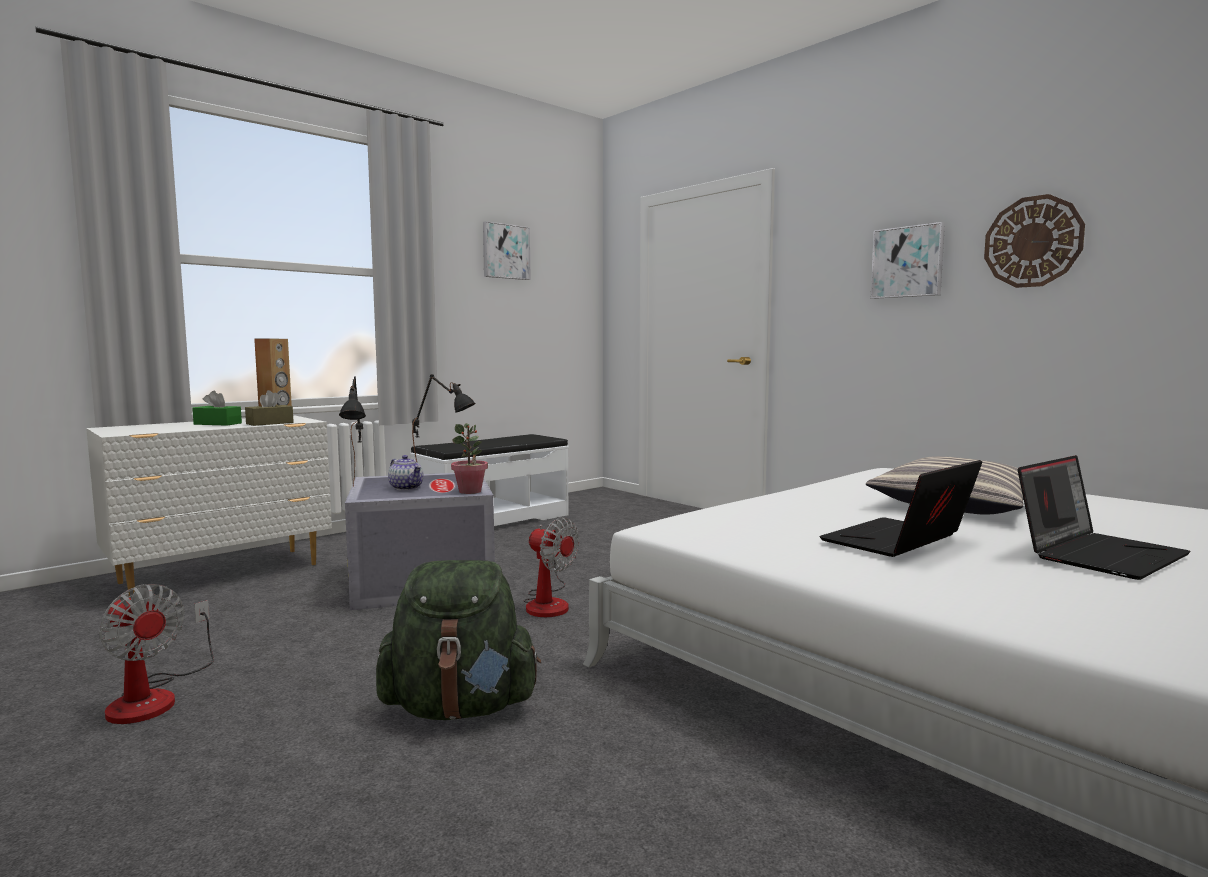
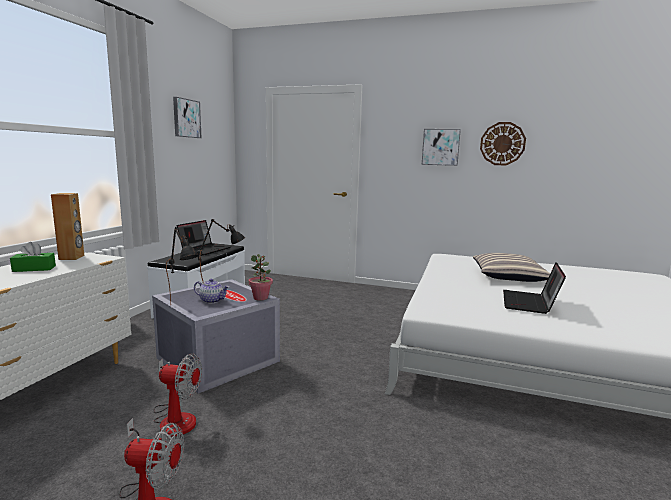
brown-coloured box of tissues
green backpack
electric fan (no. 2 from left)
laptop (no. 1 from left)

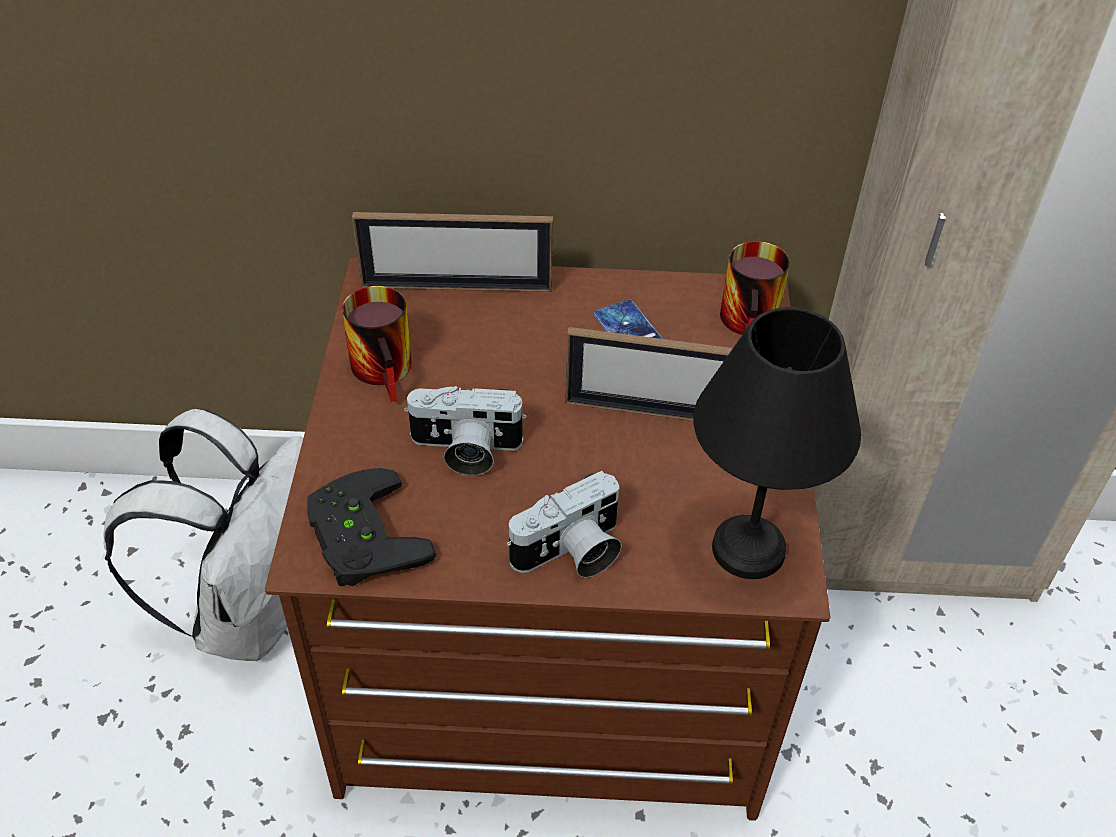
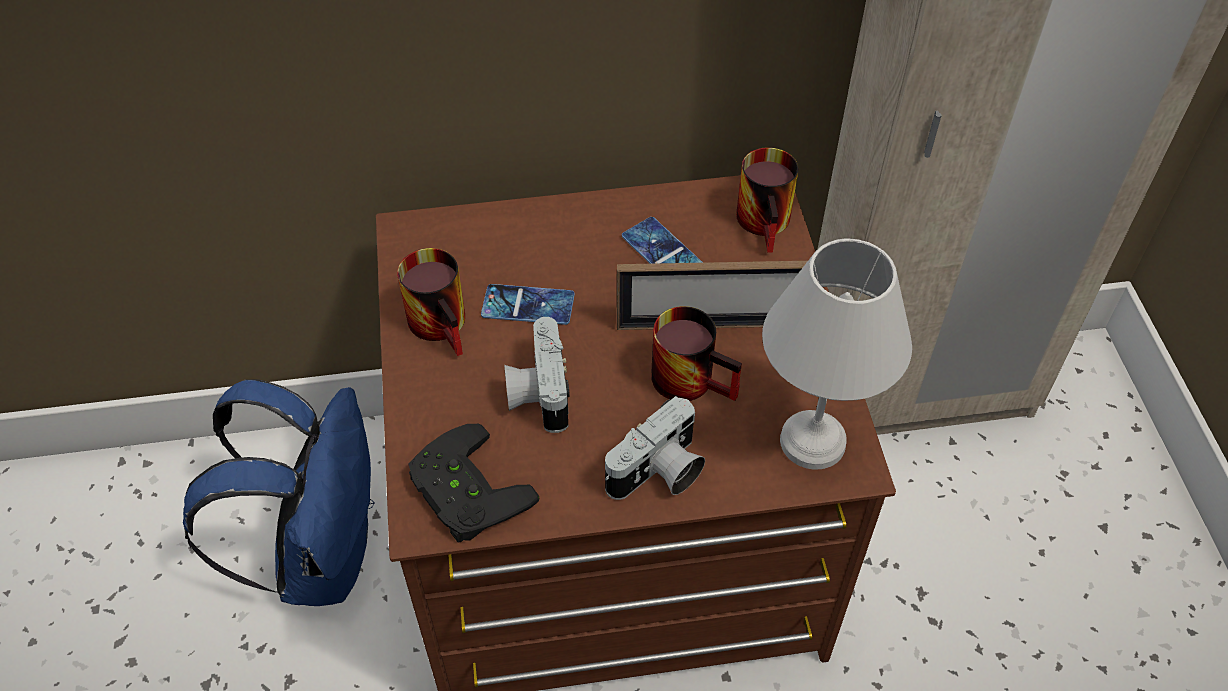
blue backpack
picture frame (no. 1 from left in the first image)
still camera (no. 1 from left)
white-coloured table lamp
telephone (no. 1 from left)
coffee mug (no. 2 from left)

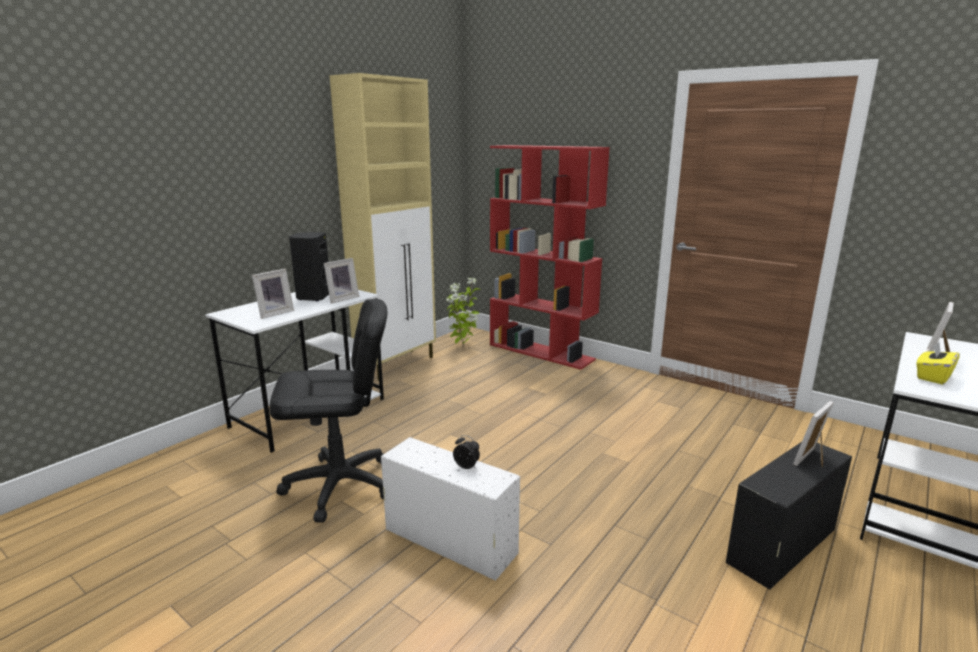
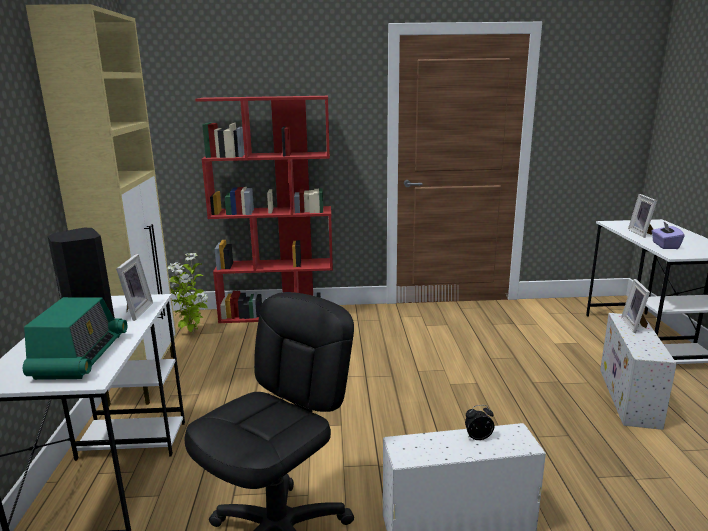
radio receiver
white-coloured storage container (no. 2 from left)
purple-coloured box of tissues

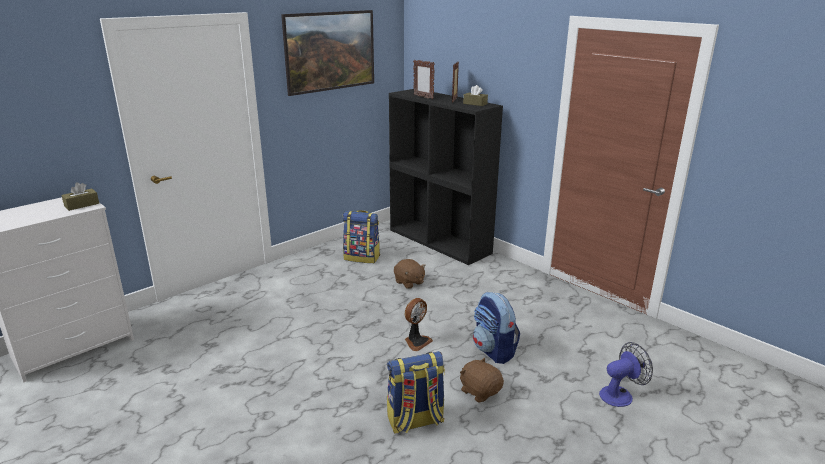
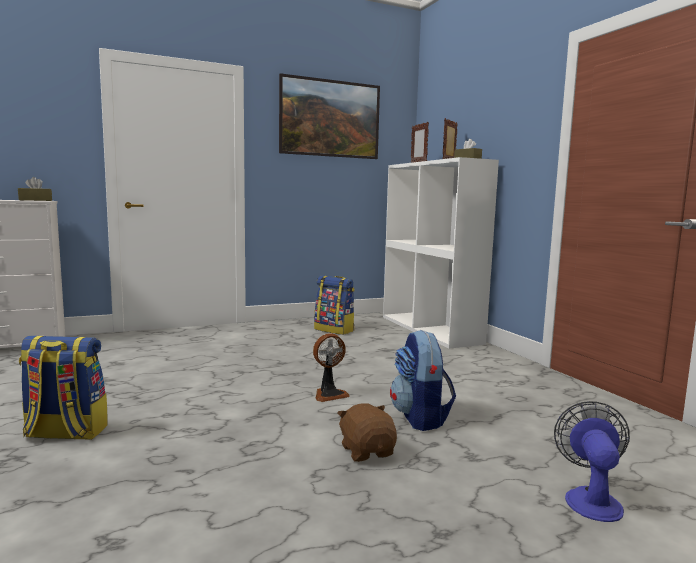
backpack (no. 1 from left)
white-coloured bookcase
brown-coloured plush toy (no. 1 from left in the first image)
electric fan (no. 2 from left)

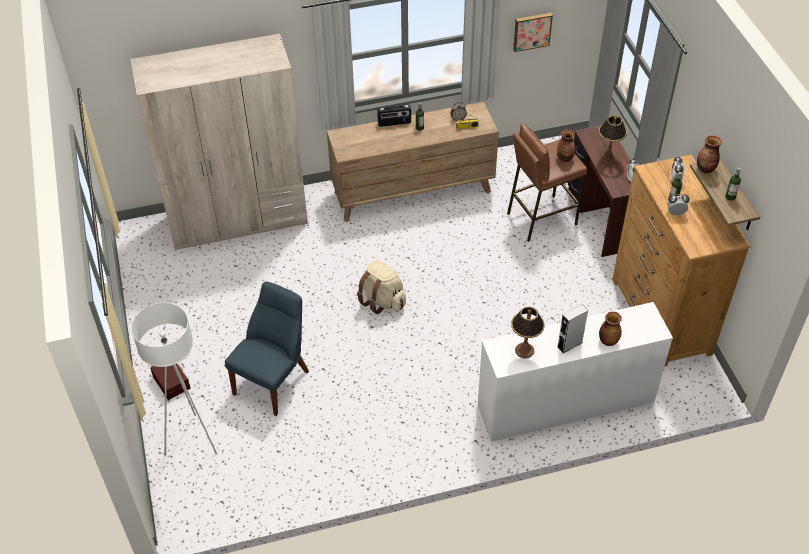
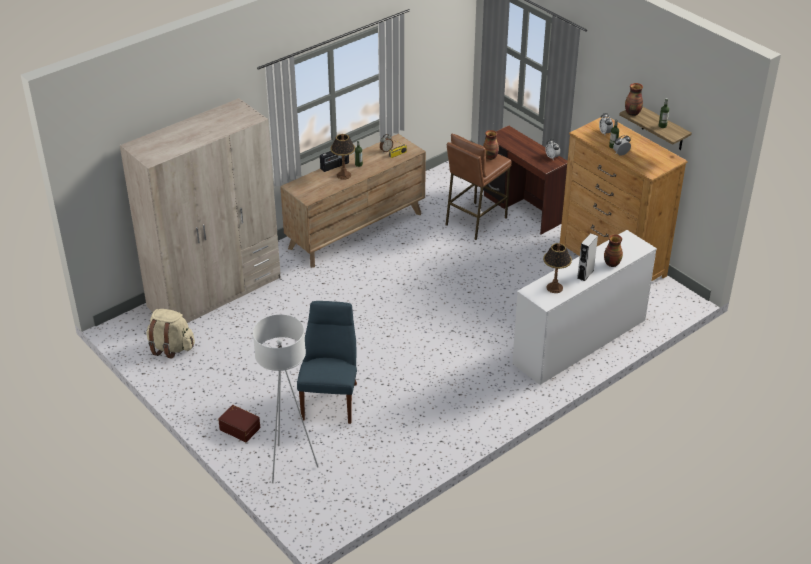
sand-coloured backpack
wall art
table lamp (no. 1 from left)

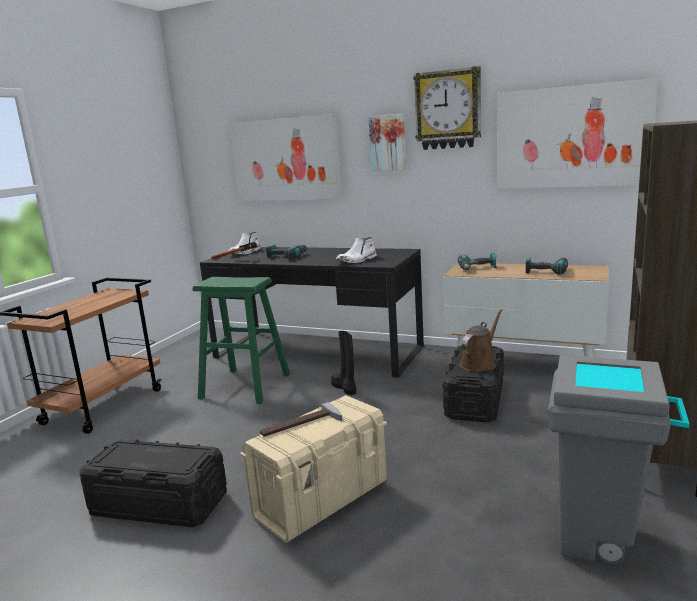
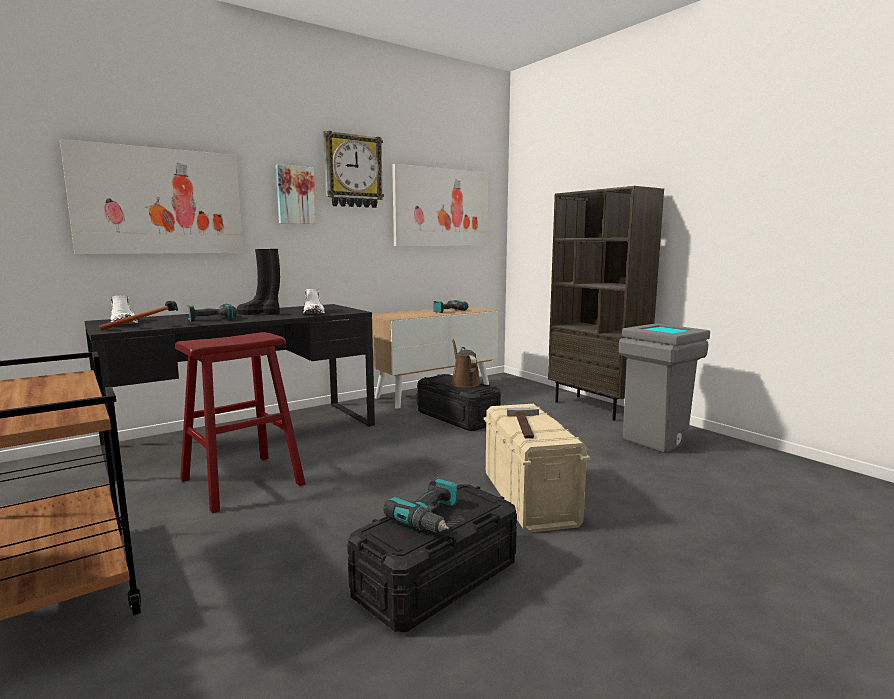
red stool seat
black-coloured high-top boot
power drill (no. 2 from left)

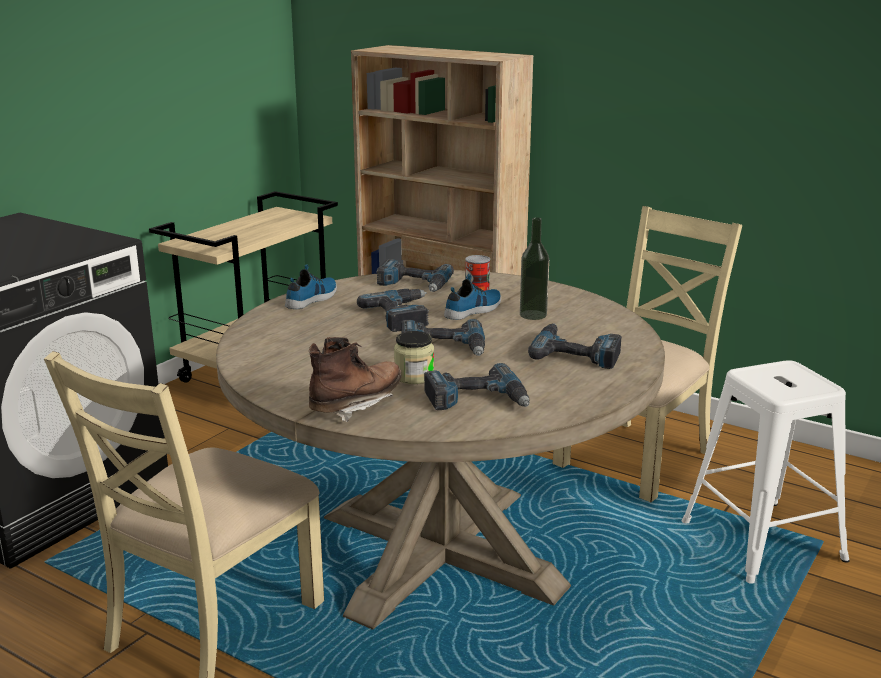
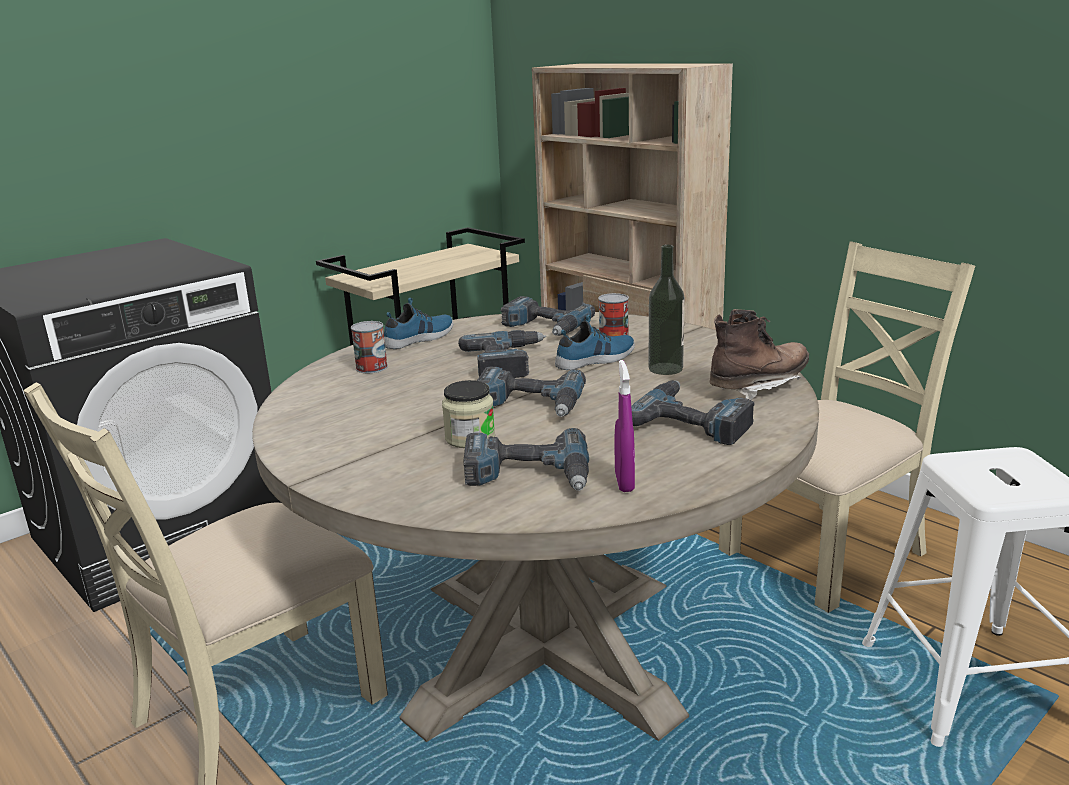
brown-coloured high-top boot
sealed can (no. 1 from left)
purple-coloured spray bottle

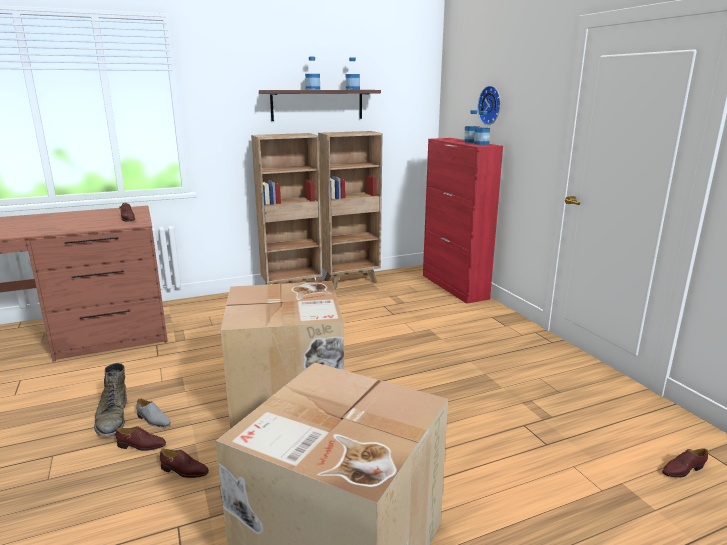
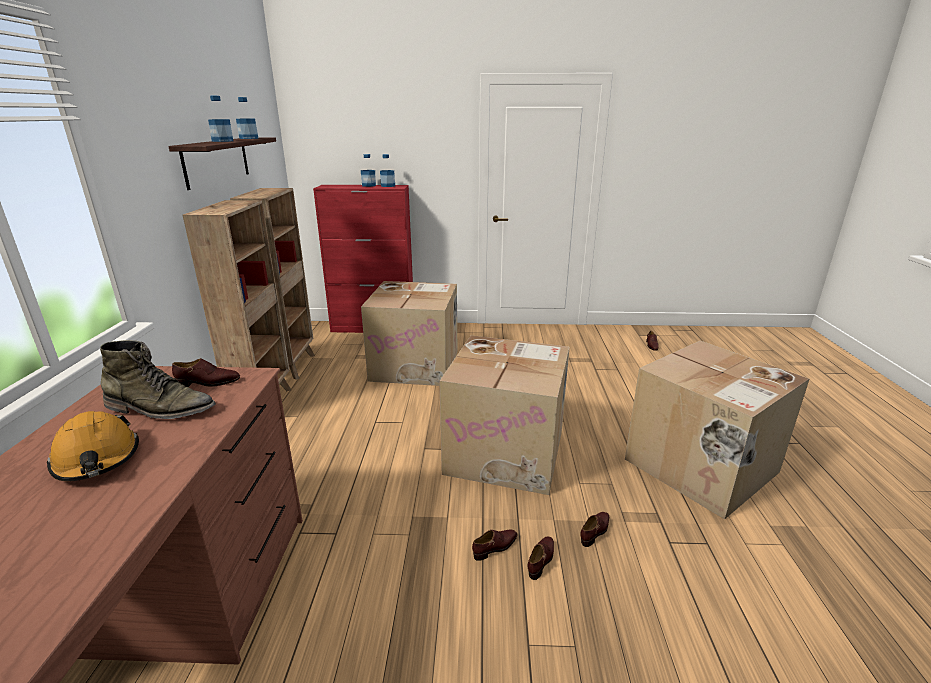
green high-top boot
brown-coloured item of footwear (no. 2 from left)
wall clock
orange-coloured work helmet
carton (no. 1 from left)

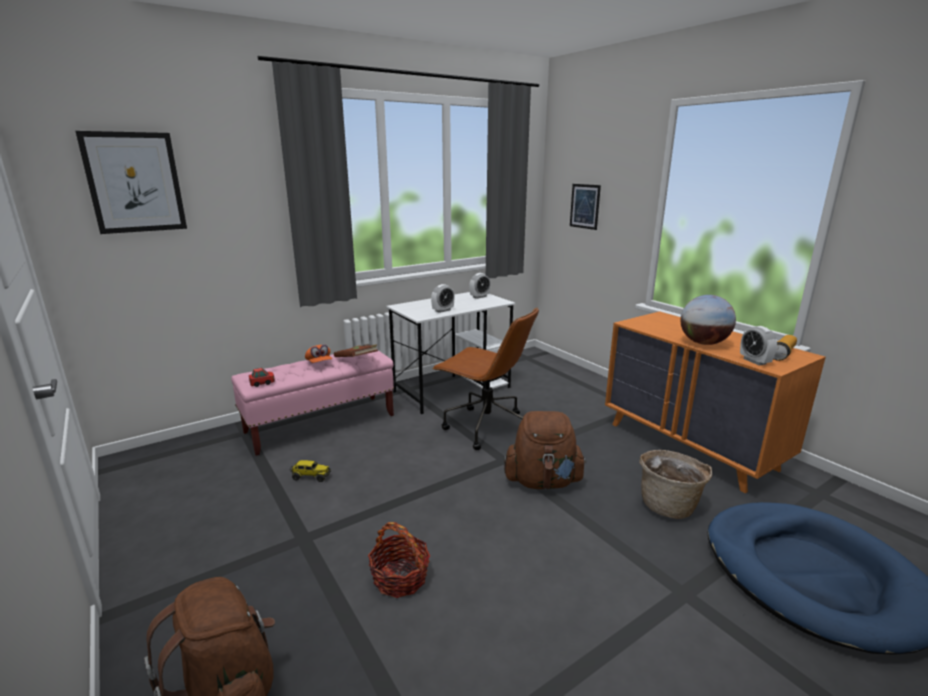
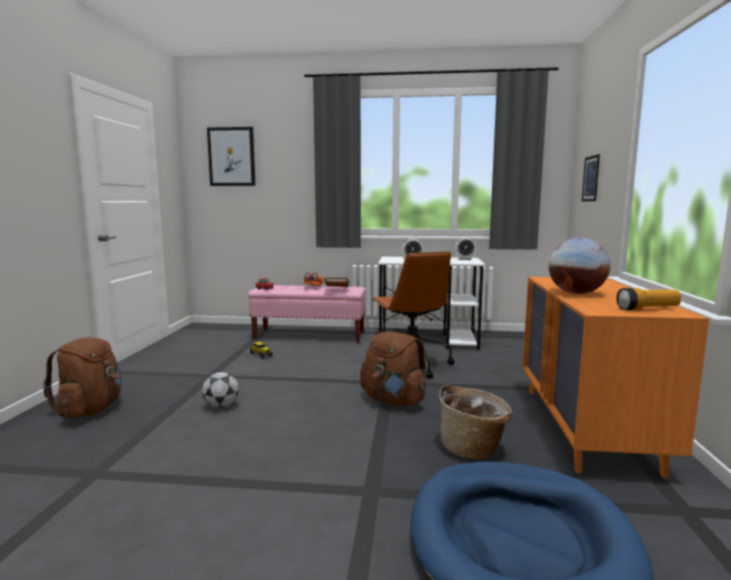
football
bedside clock (no. 3 from left in the first image)

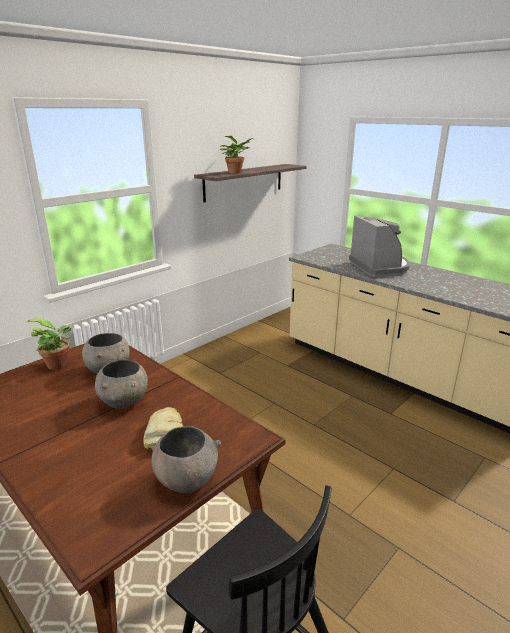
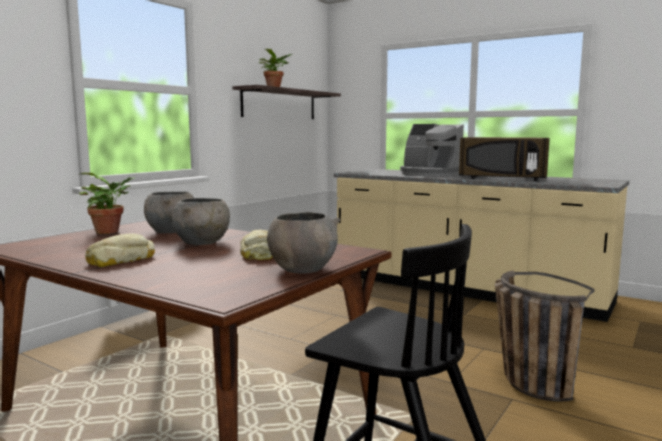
coffee machine
bakery bread (no. 1 from left)
brown-coloured microwave oven
storage basket

